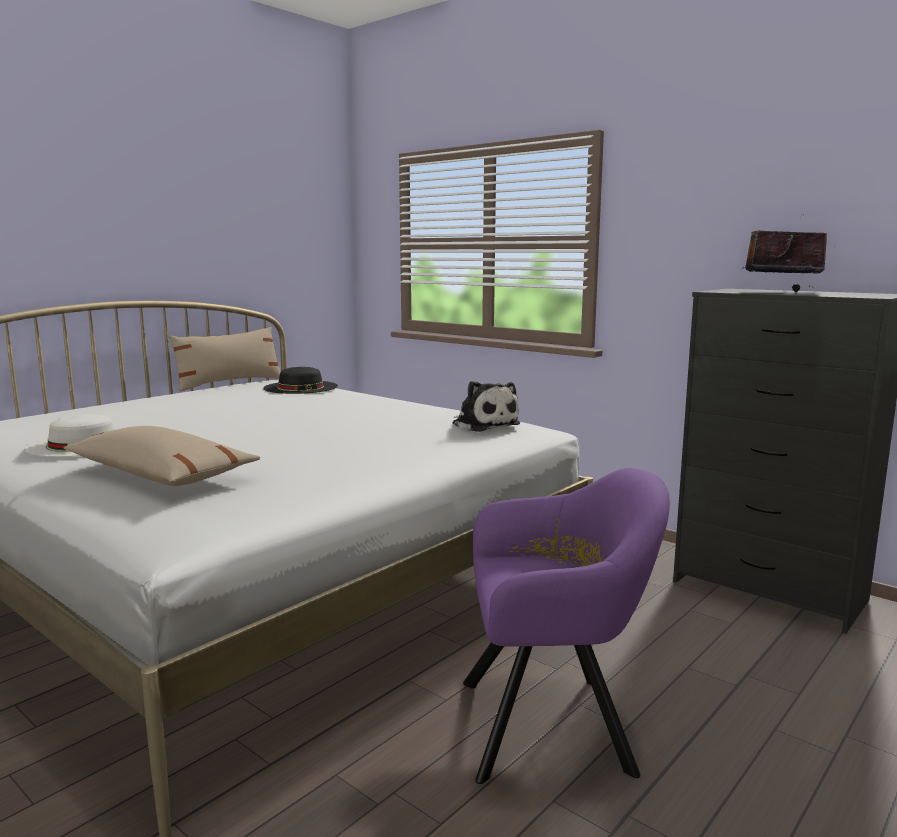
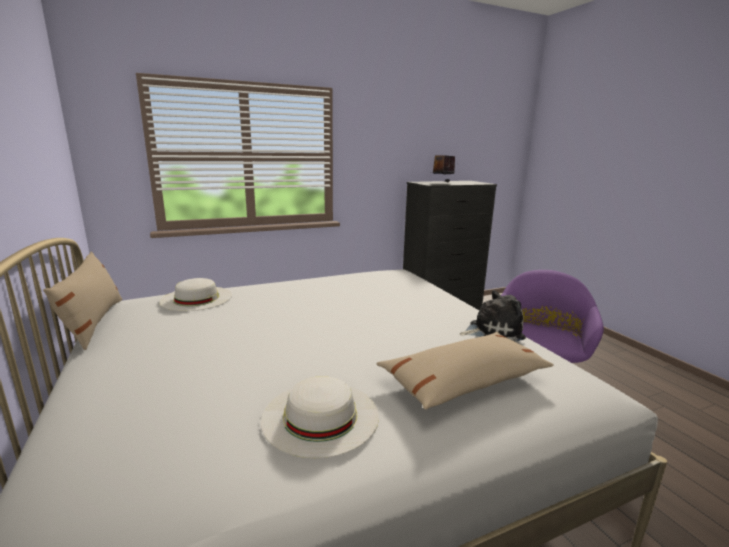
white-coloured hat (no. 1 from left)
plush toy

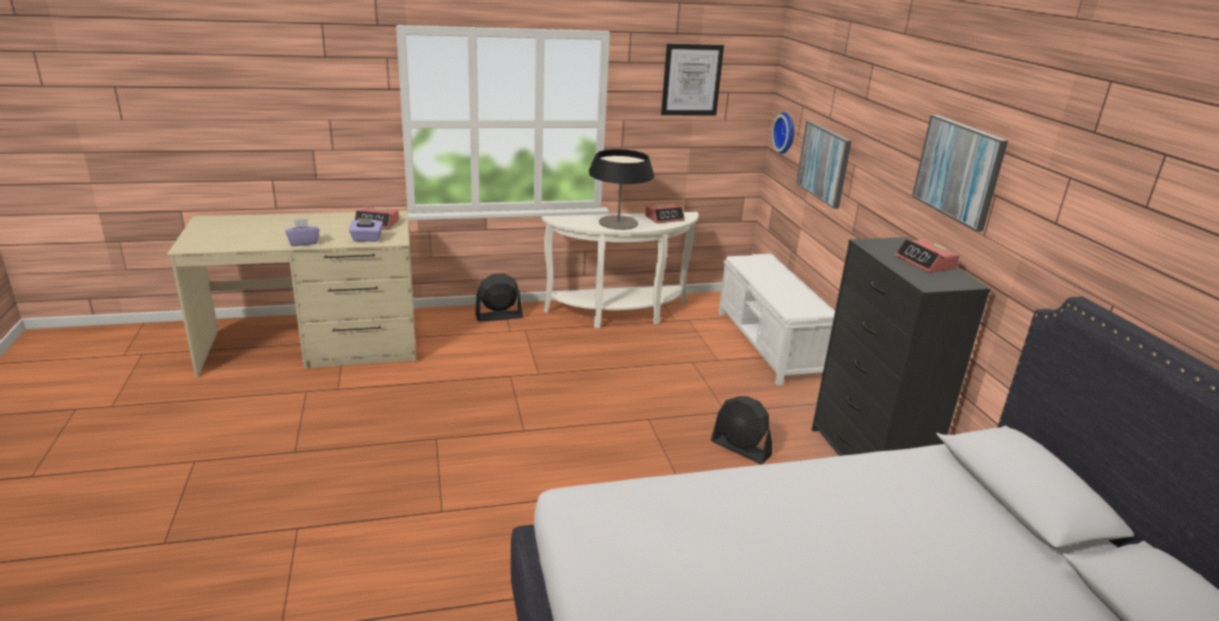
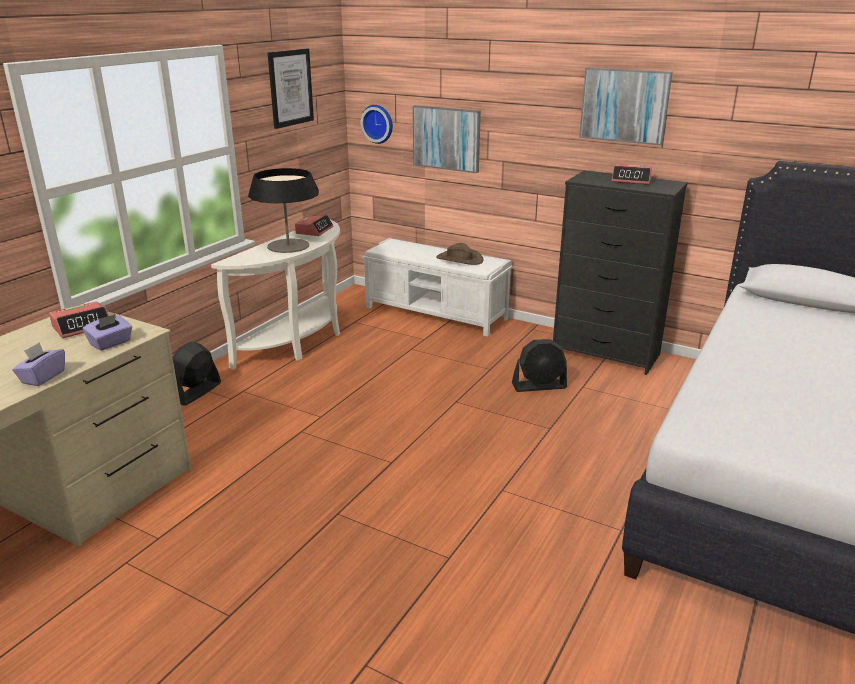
brown-coloured hat

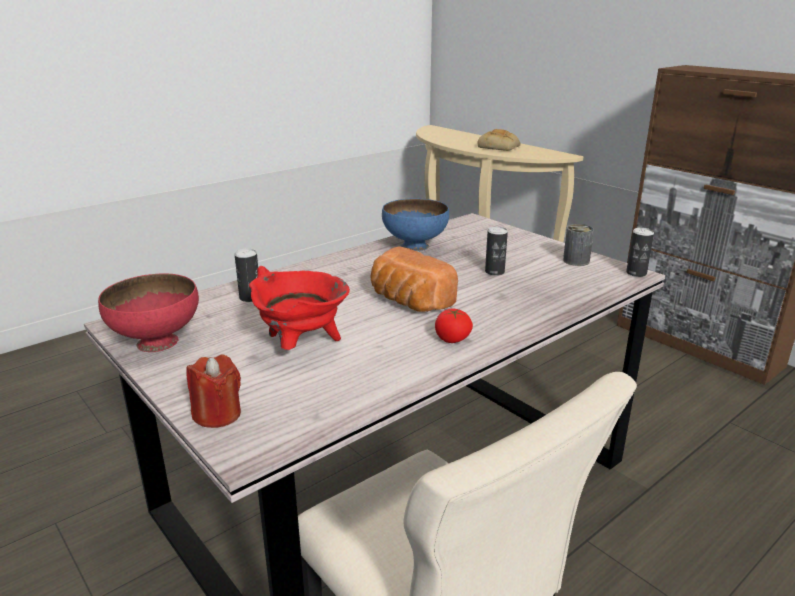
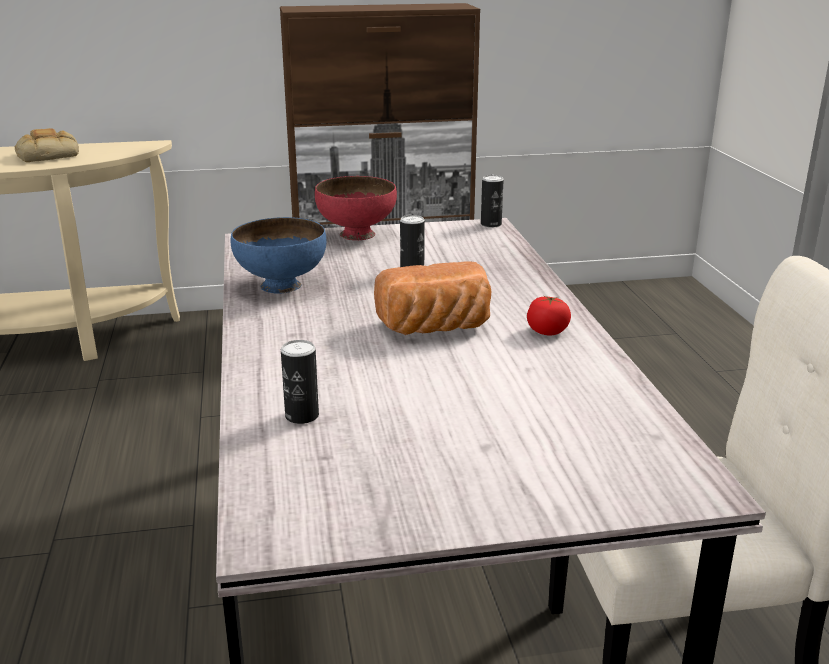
red bowl
red wax light
red cooking pot
sealed can (no. 3 from left in the first image)

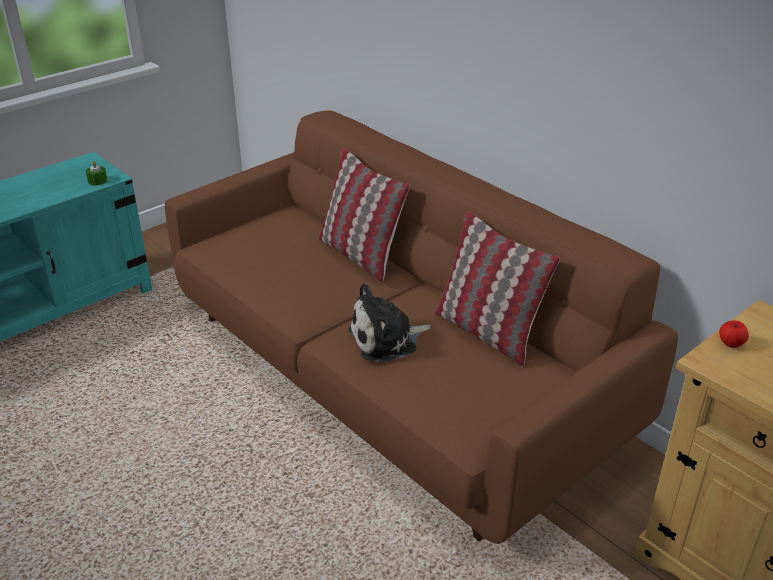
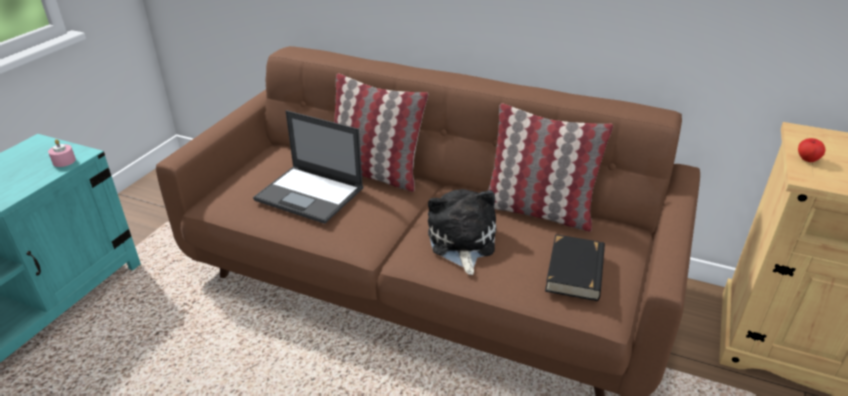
pink wax light
plush toy
laptop
black-coloured volume

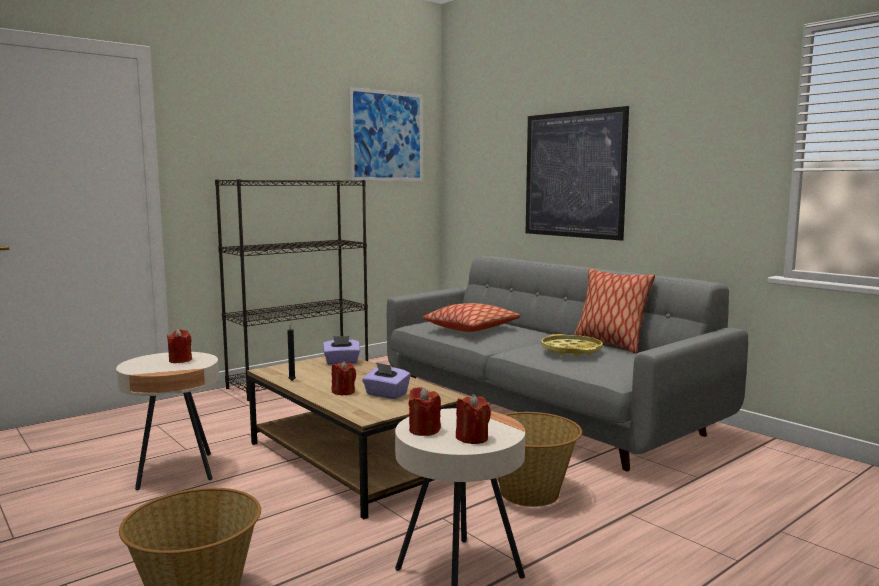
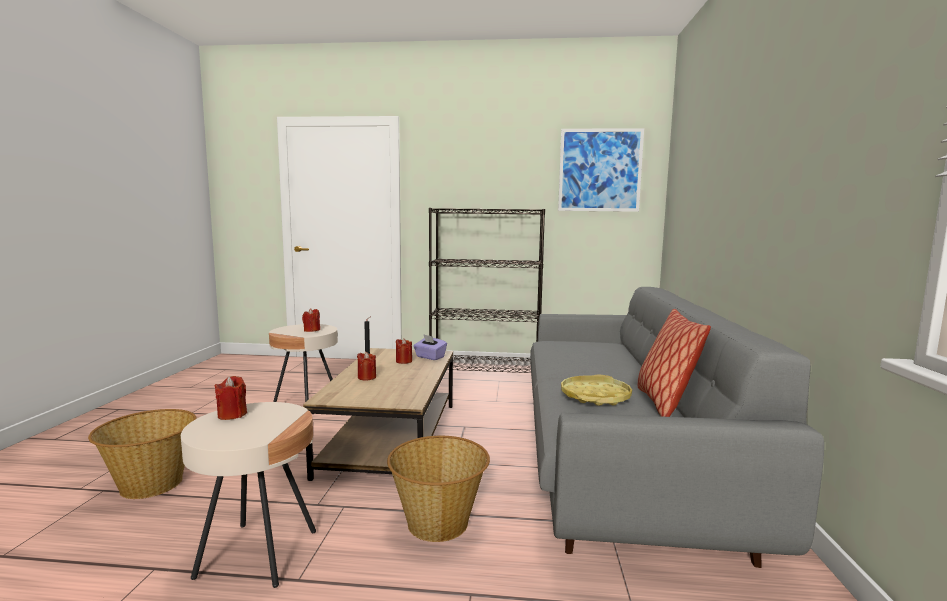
purple-coloured box of tissues (no. 2 from left in the first image)
pillow (no. 1 from left in the first image)
red wax light (no. 4 from left)
wall art (no. 2 from left in the first image)

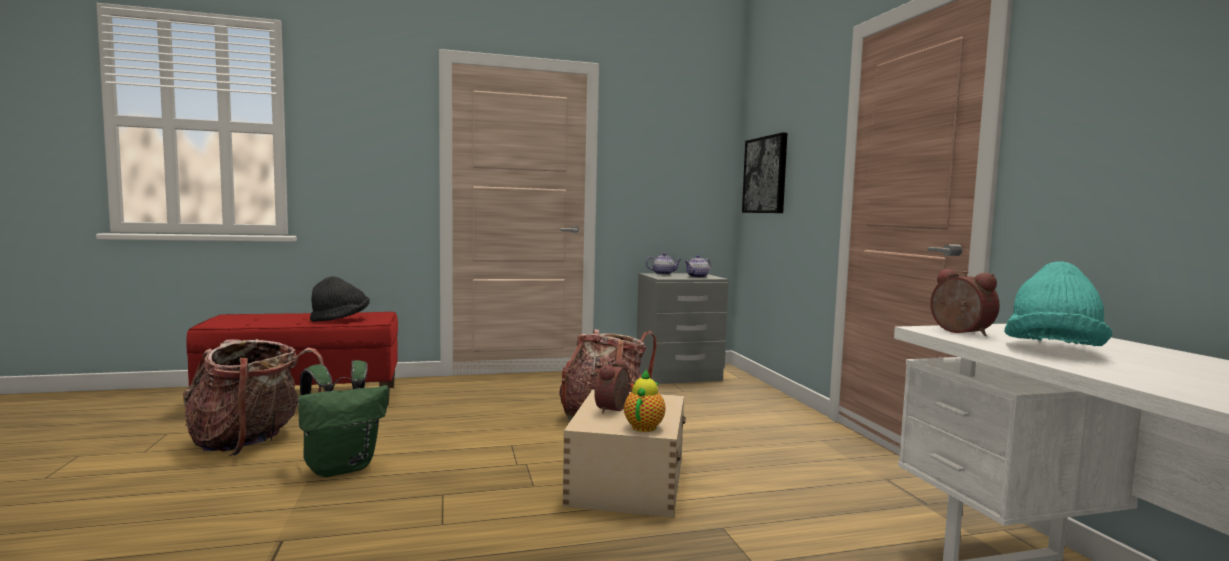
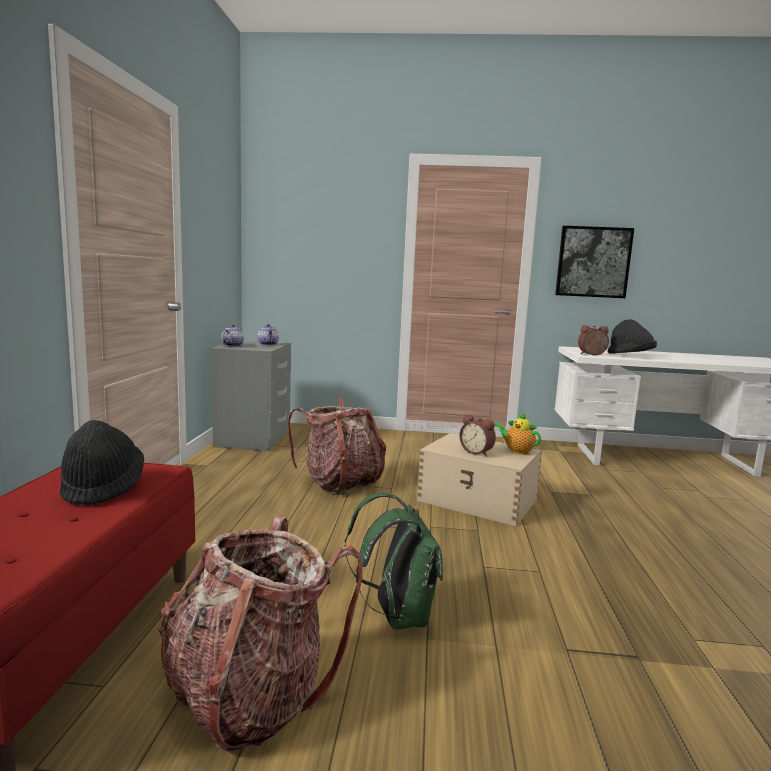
wall art
black-coloured hat (no. 2 from left)

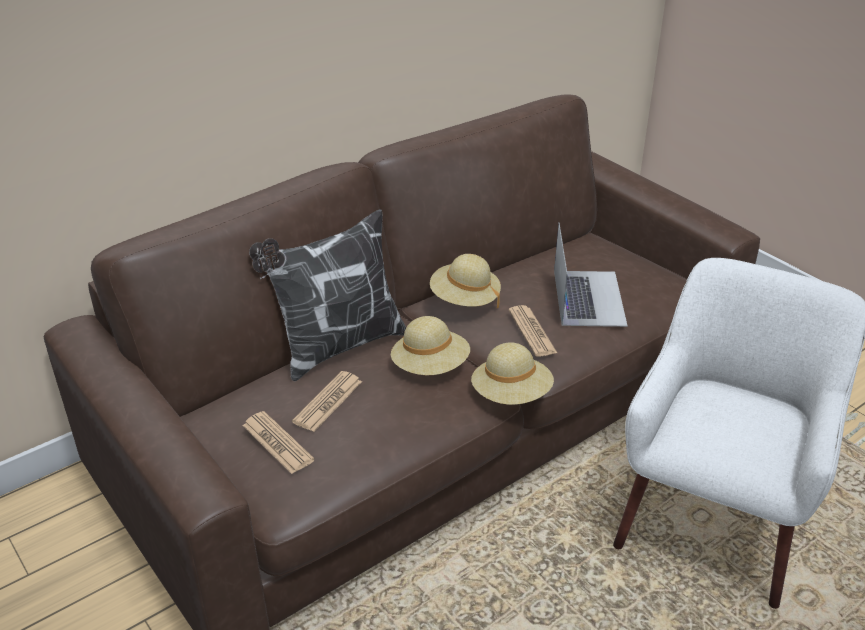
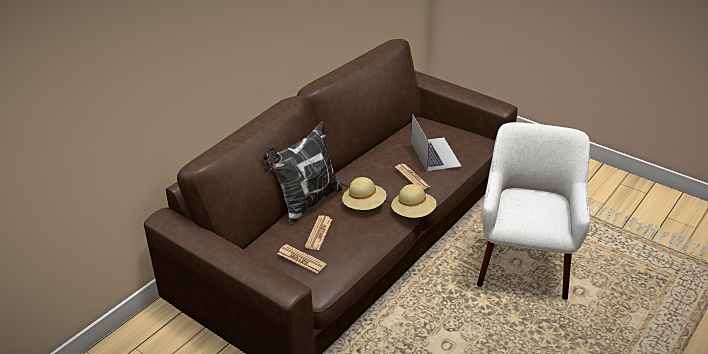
sand-coloured hat (no. 2 from left in the first image)

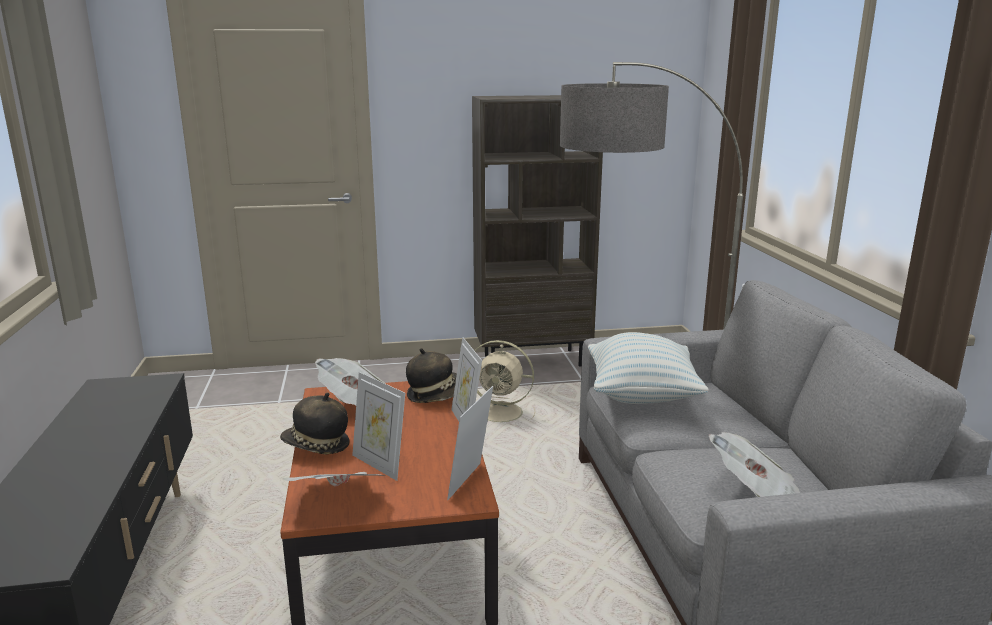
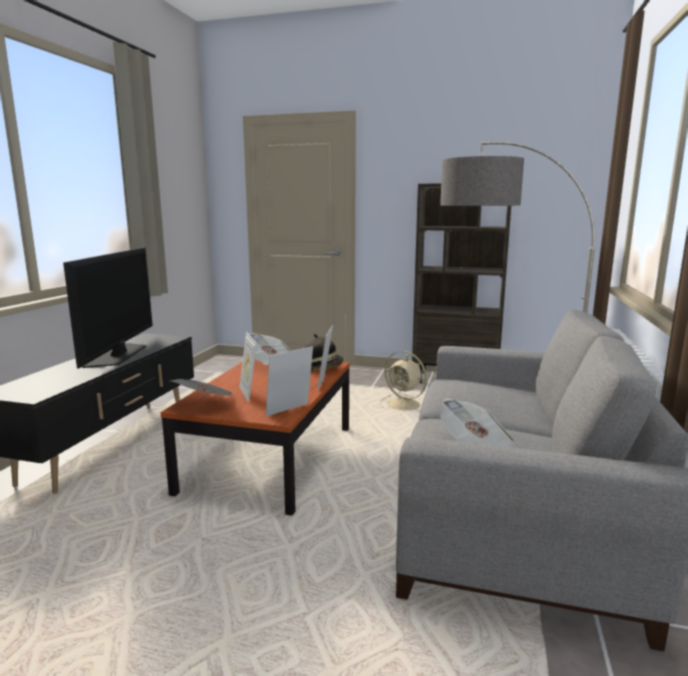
hat (no. 1 from left in the first image)
pillow
television

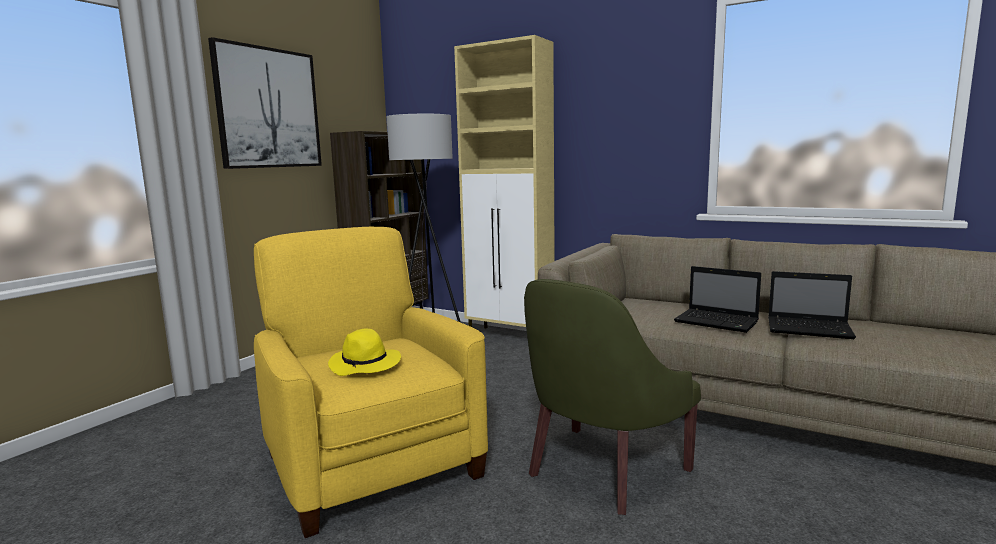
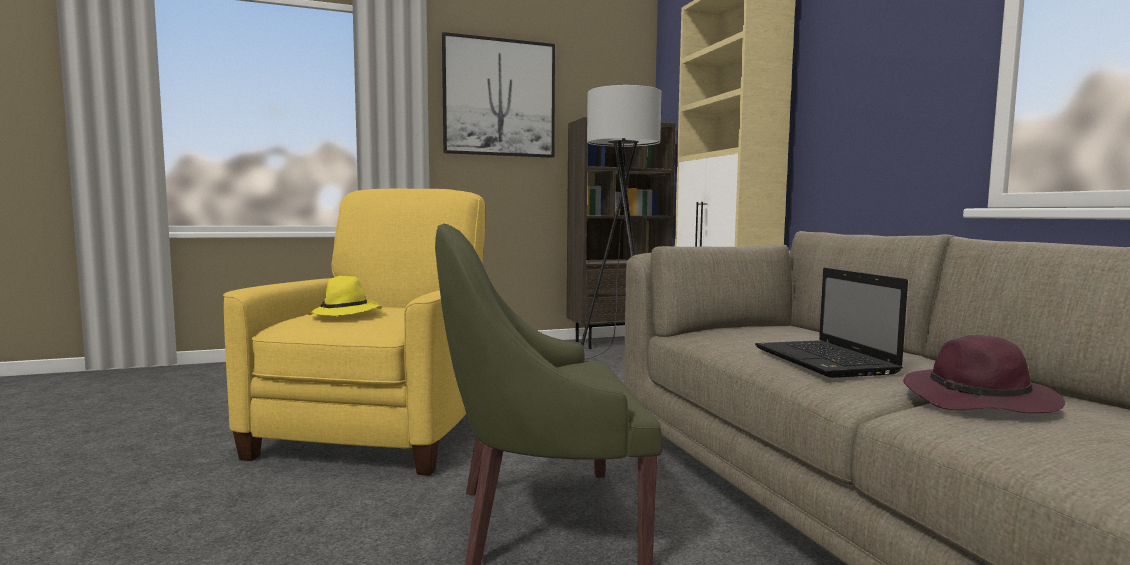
purple-coloured hat

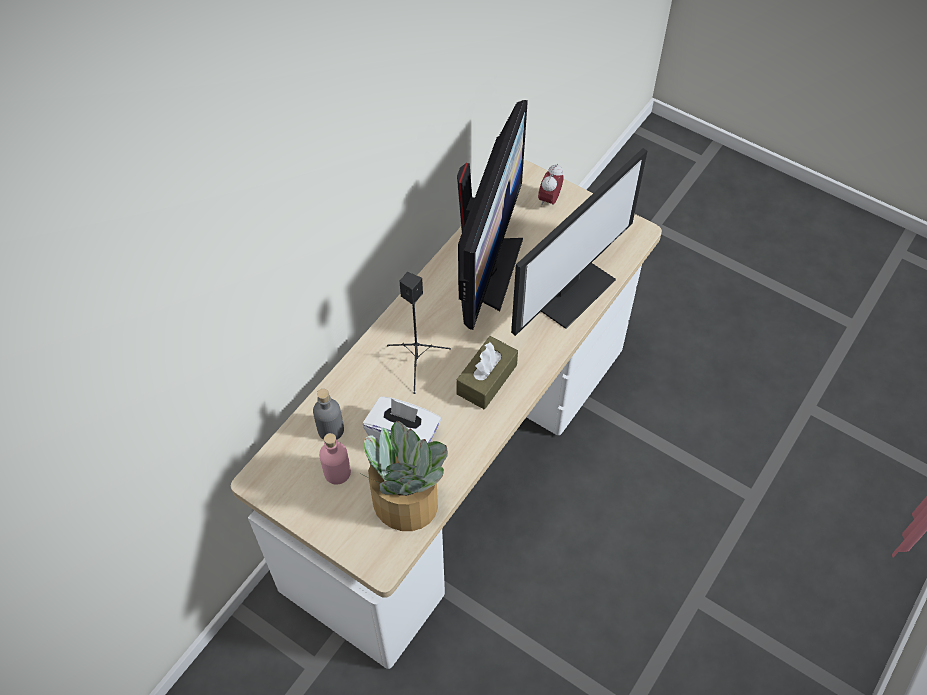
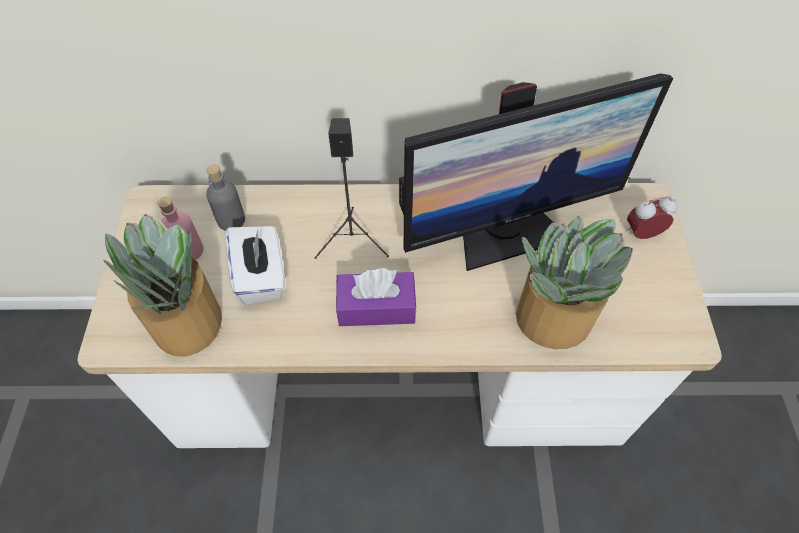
purple-coloured box of tissues
plant in a pot (no. 2 from left)

